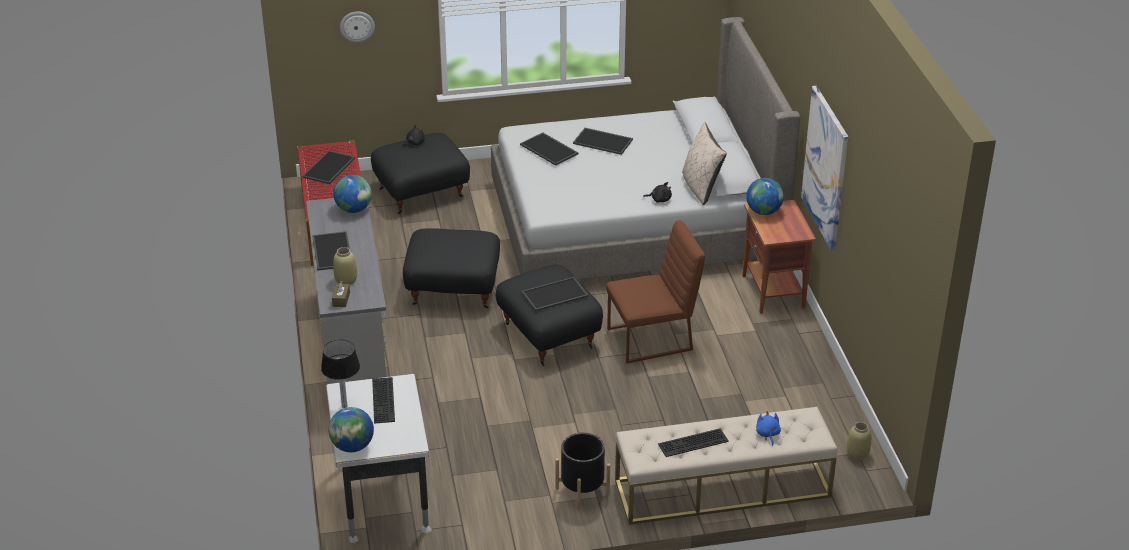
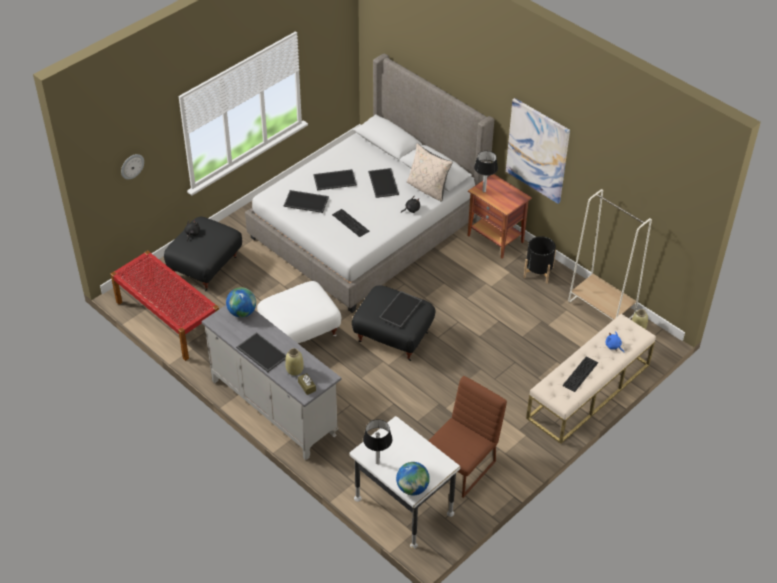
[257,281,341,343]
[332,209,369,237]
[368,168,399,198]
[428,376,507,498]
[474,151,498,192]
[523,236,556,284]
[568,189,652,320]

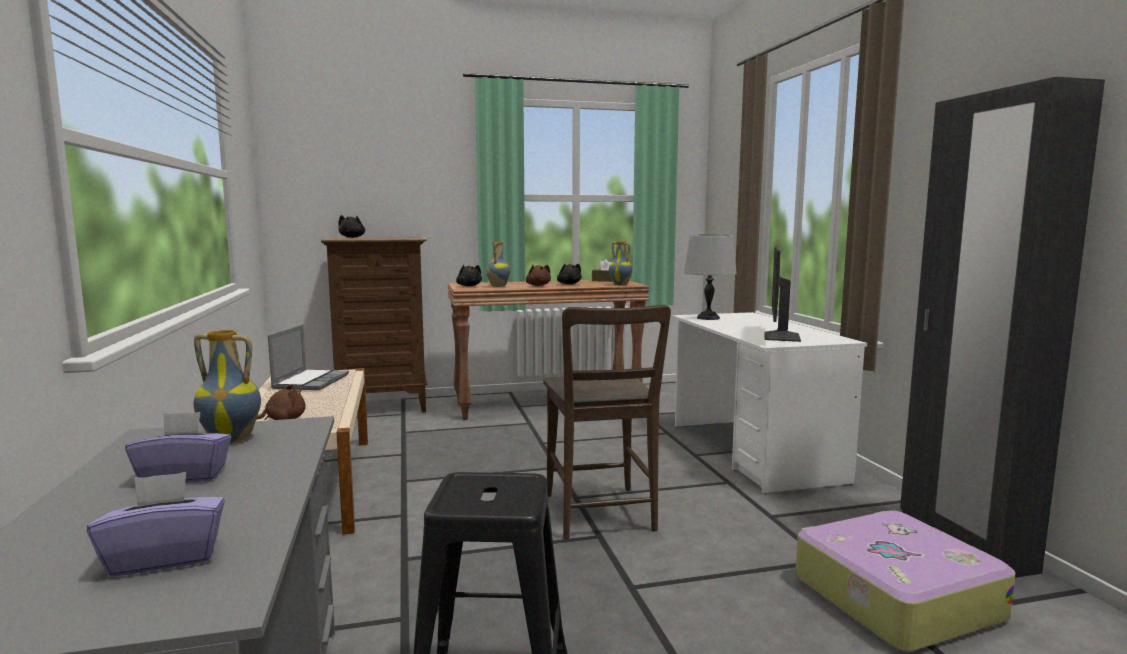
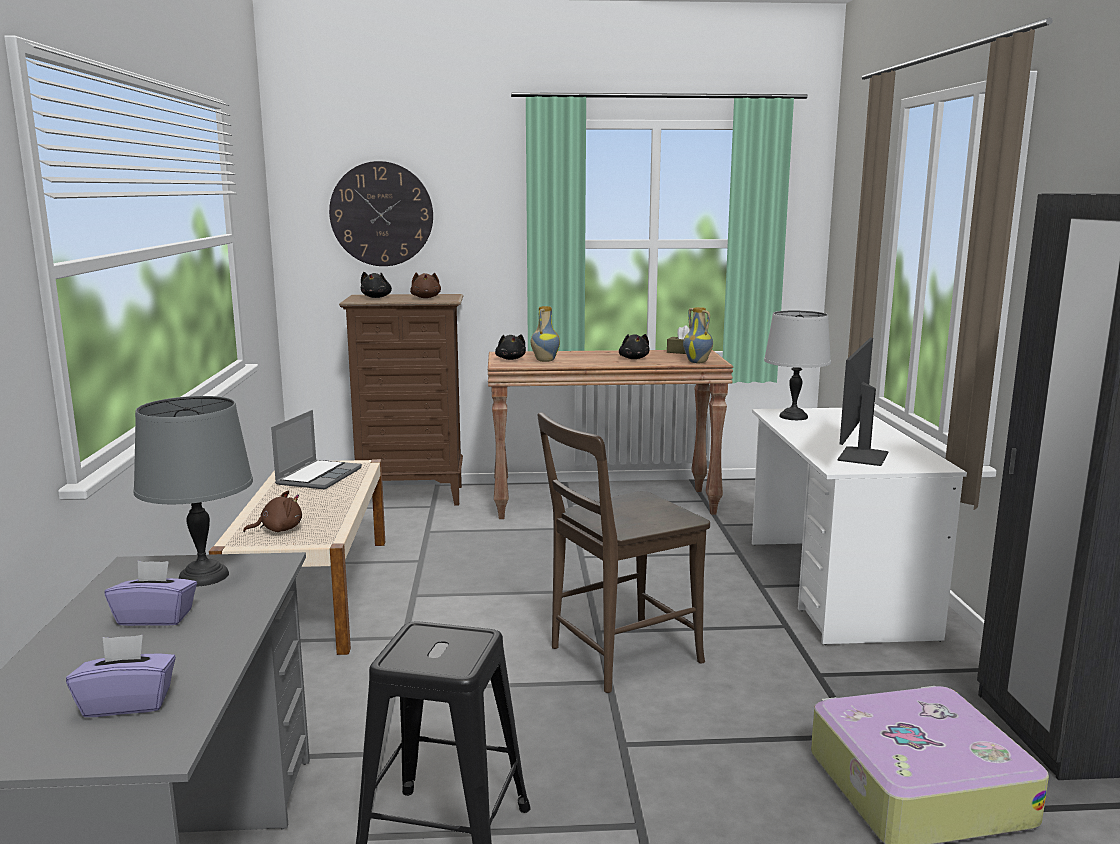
[133,396,253,587]
[329,161,433,266]
[410,272,441,298]
[537,412,710,693]

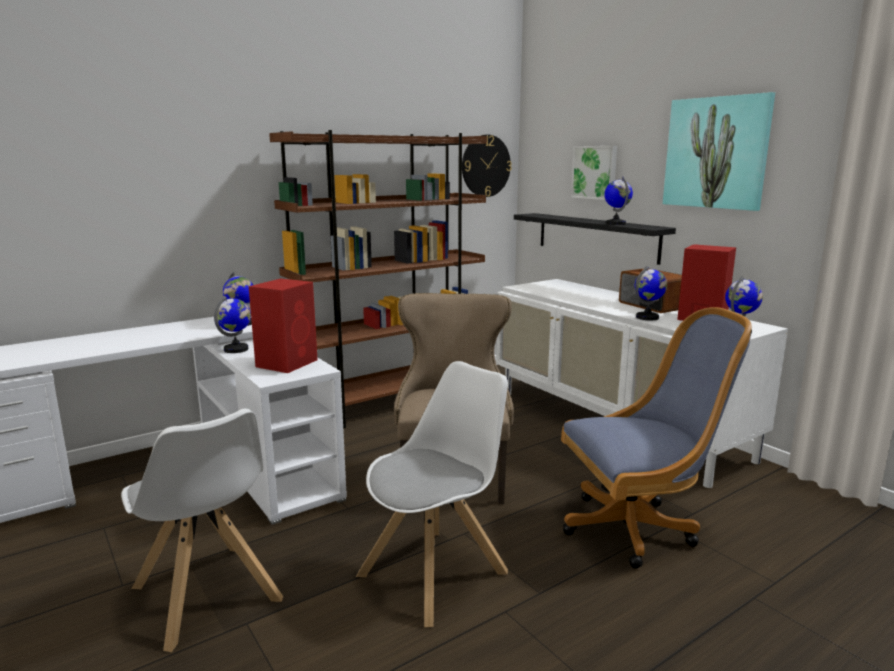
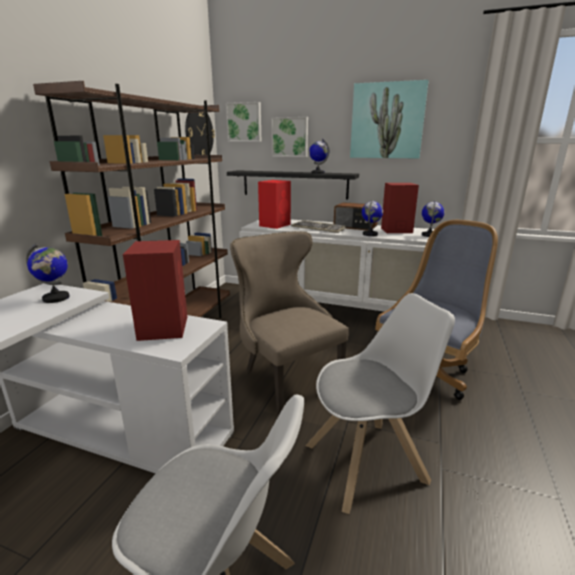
[226,102,261,142]
[258,180,291,229]
[291,220,346,233]
[306,293,455,514]
[214,296,251,353] (first image)

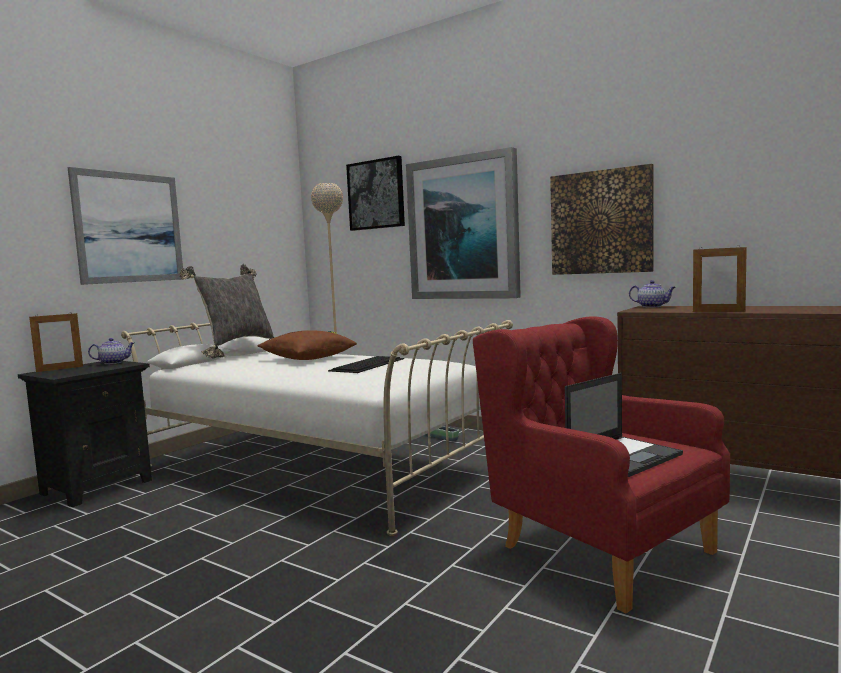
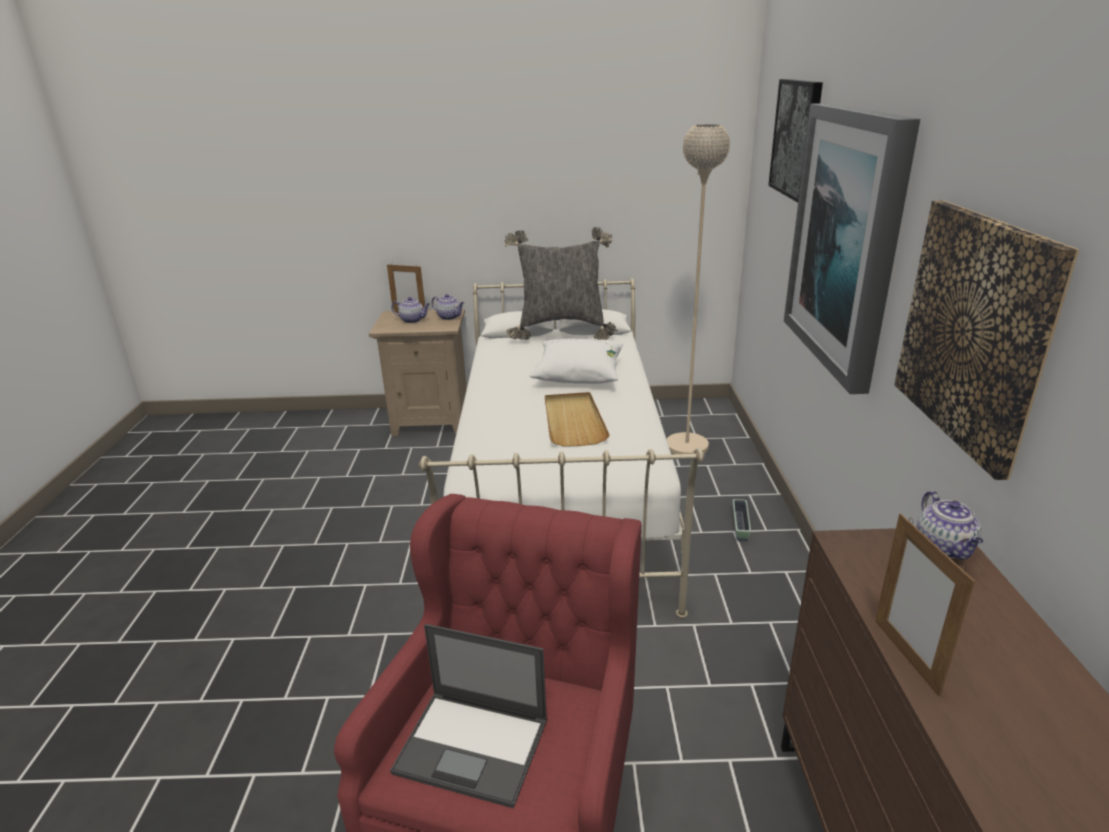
[369,309,467,436]
[391,297,430,323]
[530,338,623,384]
[545,392,610,447]
[68,167,183,285] (first image)

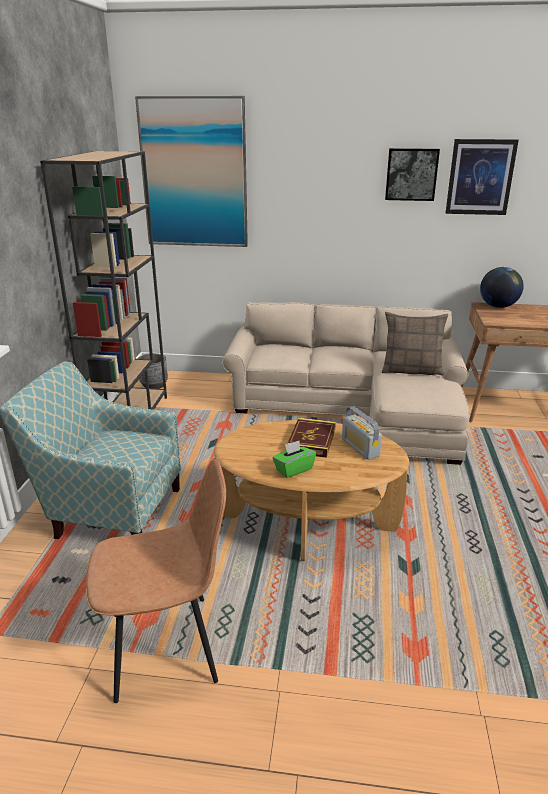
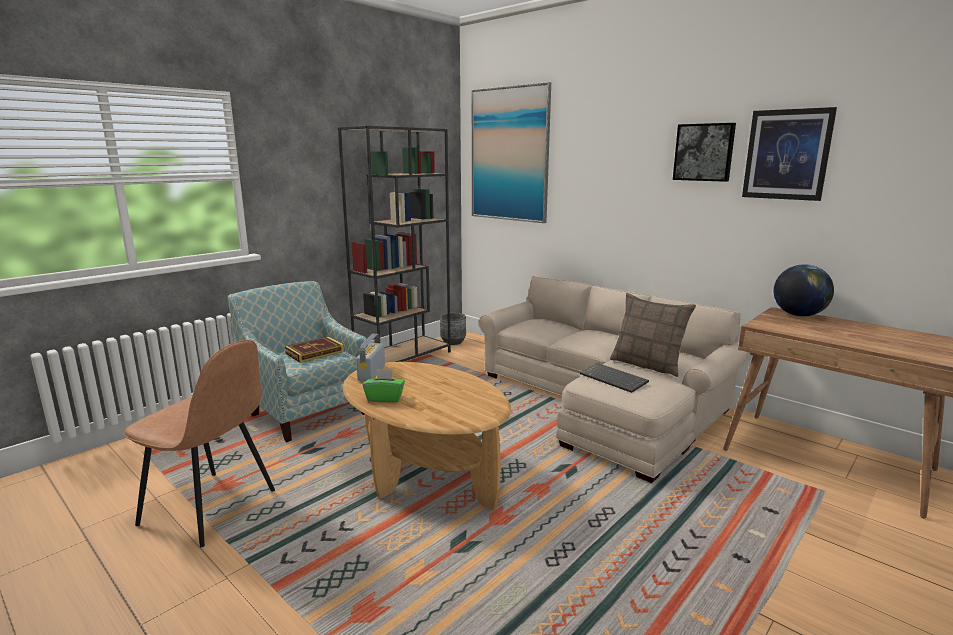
[285,336,344,363]
[356,334,385,381]
[580,363,649,393]

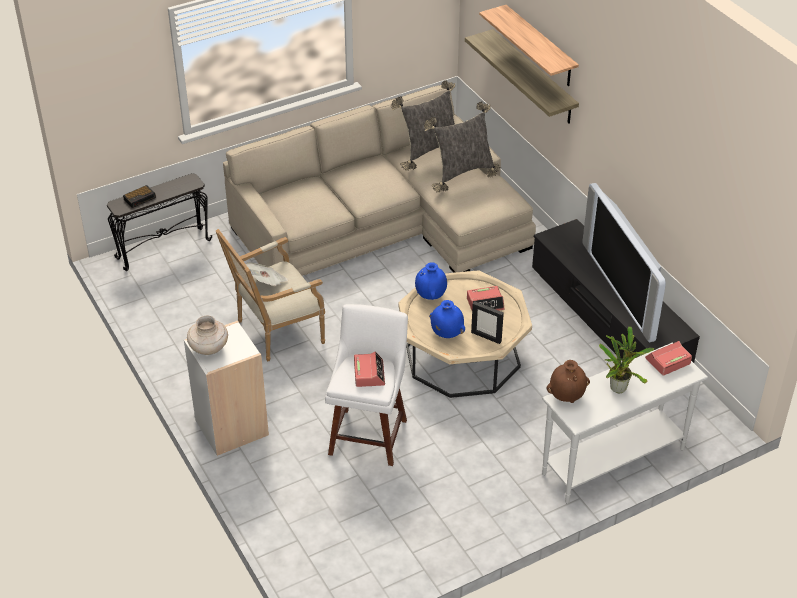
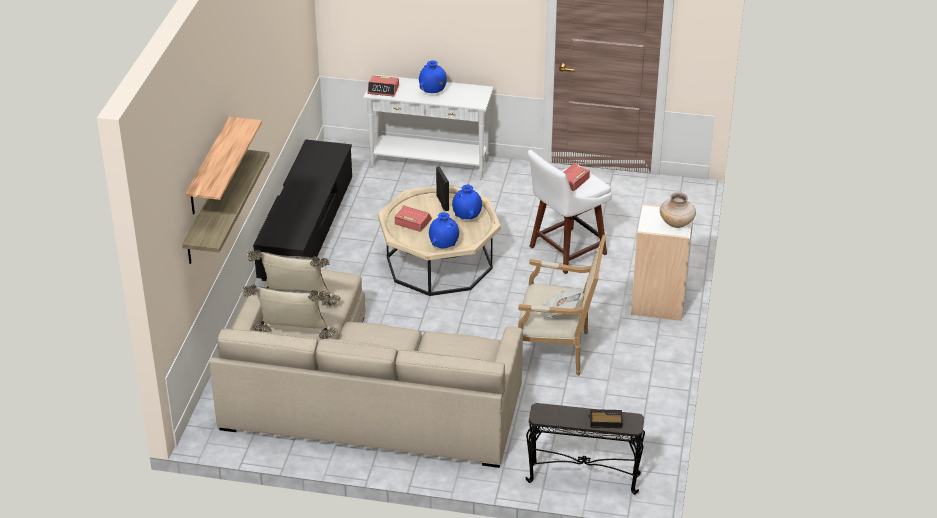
[419,60,447,93]
[546,360,590,403] (first image)
[582,183,666,342] (first image)

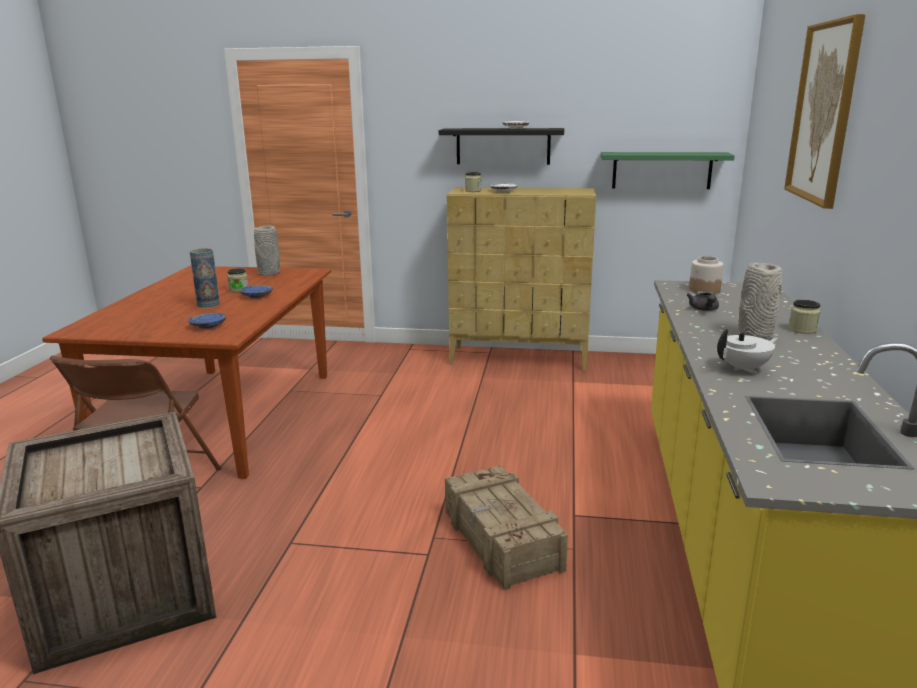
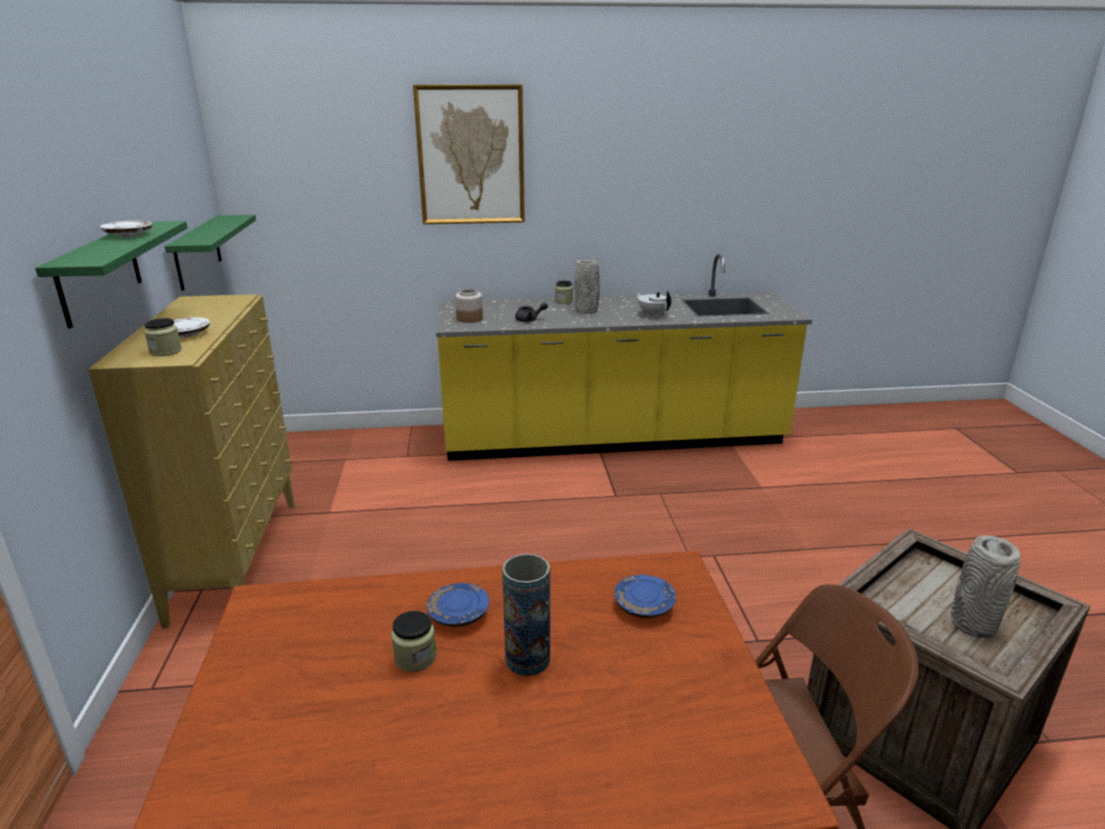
[35,221,187,329]
[951,535,1021,638]
[445,466,568,590] (first image)

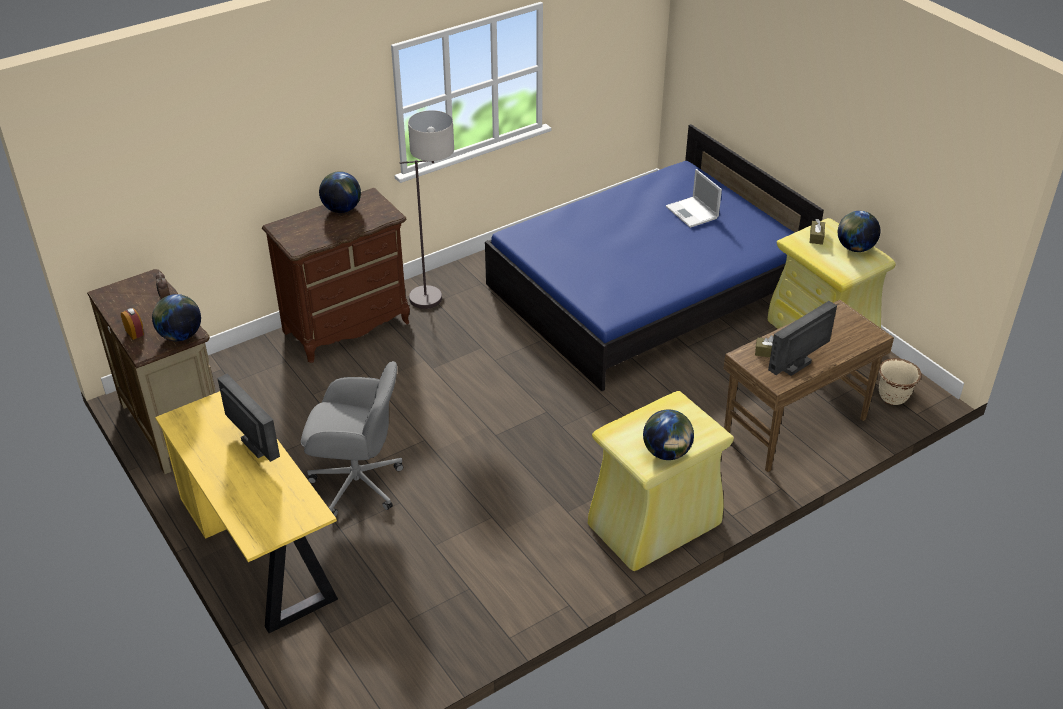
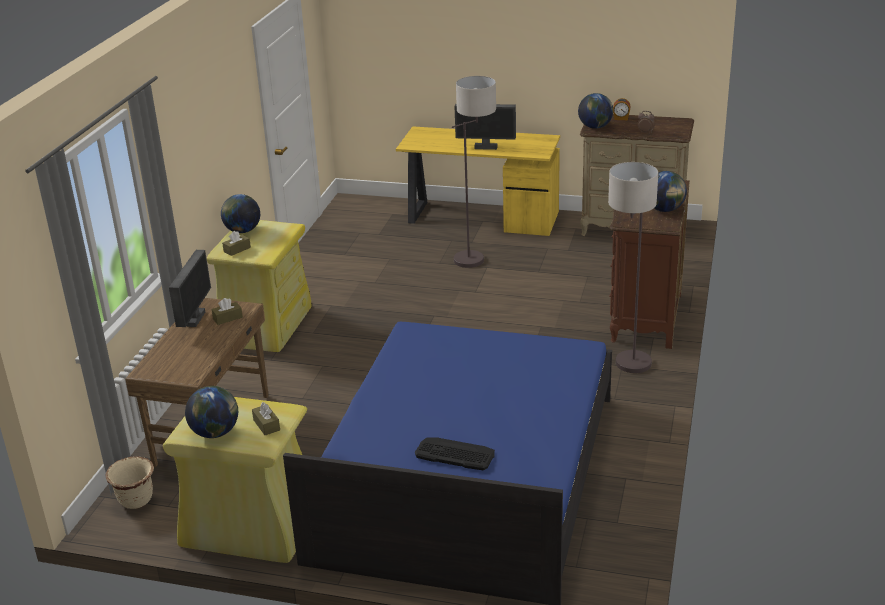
[222,231,251,256]
[415,437,495,471]
[452,76,496,268]

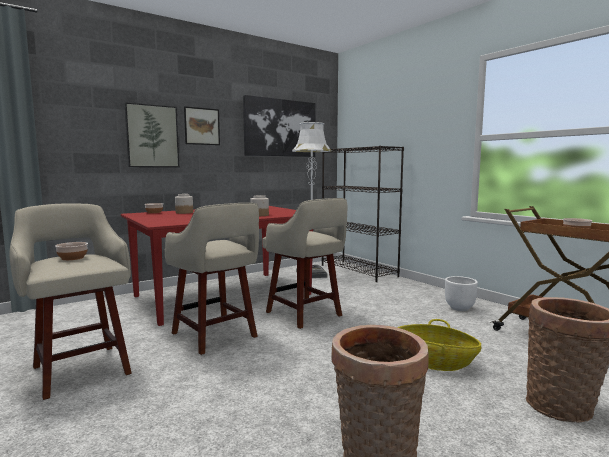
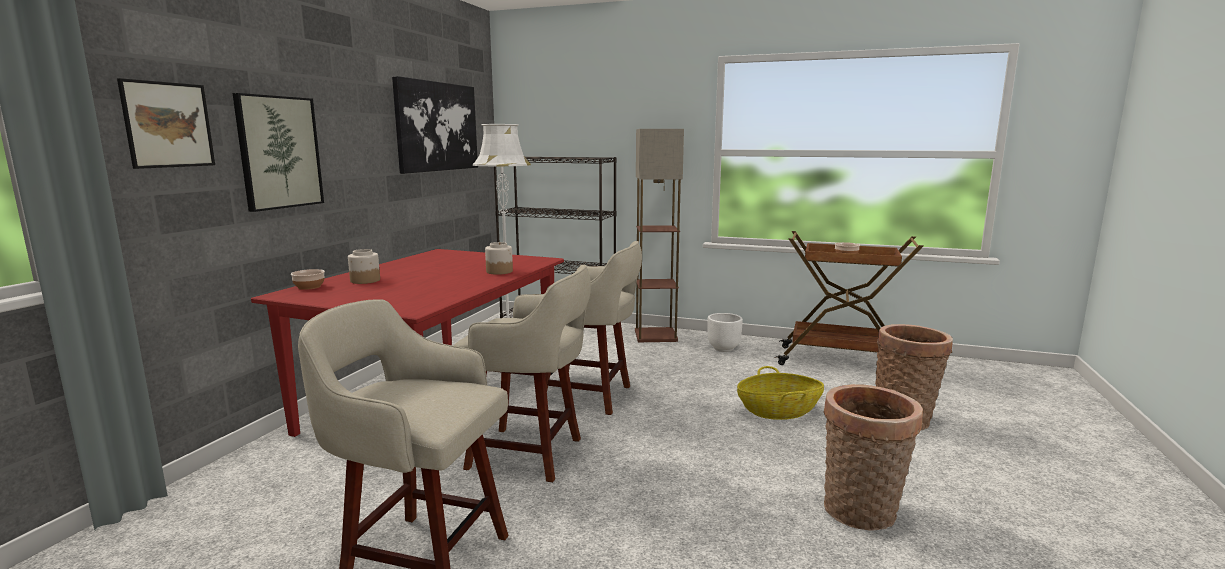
[117,78,215,169]
[635,129,684,342]
[55,242,88,260] (first image)

